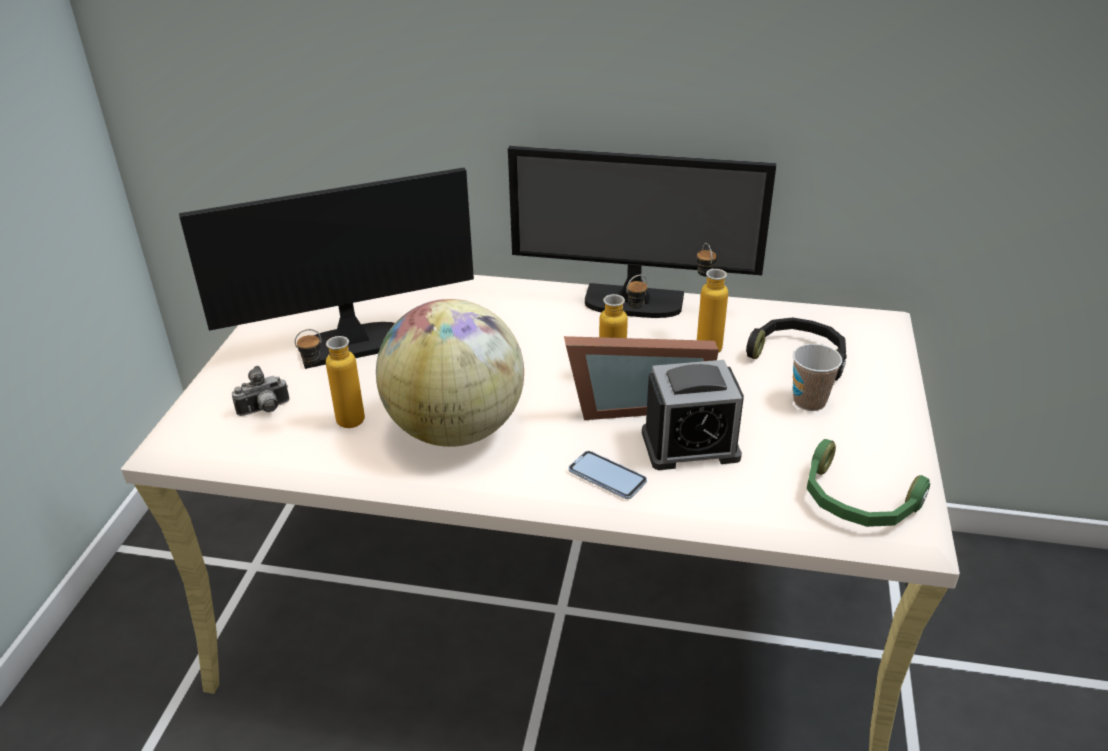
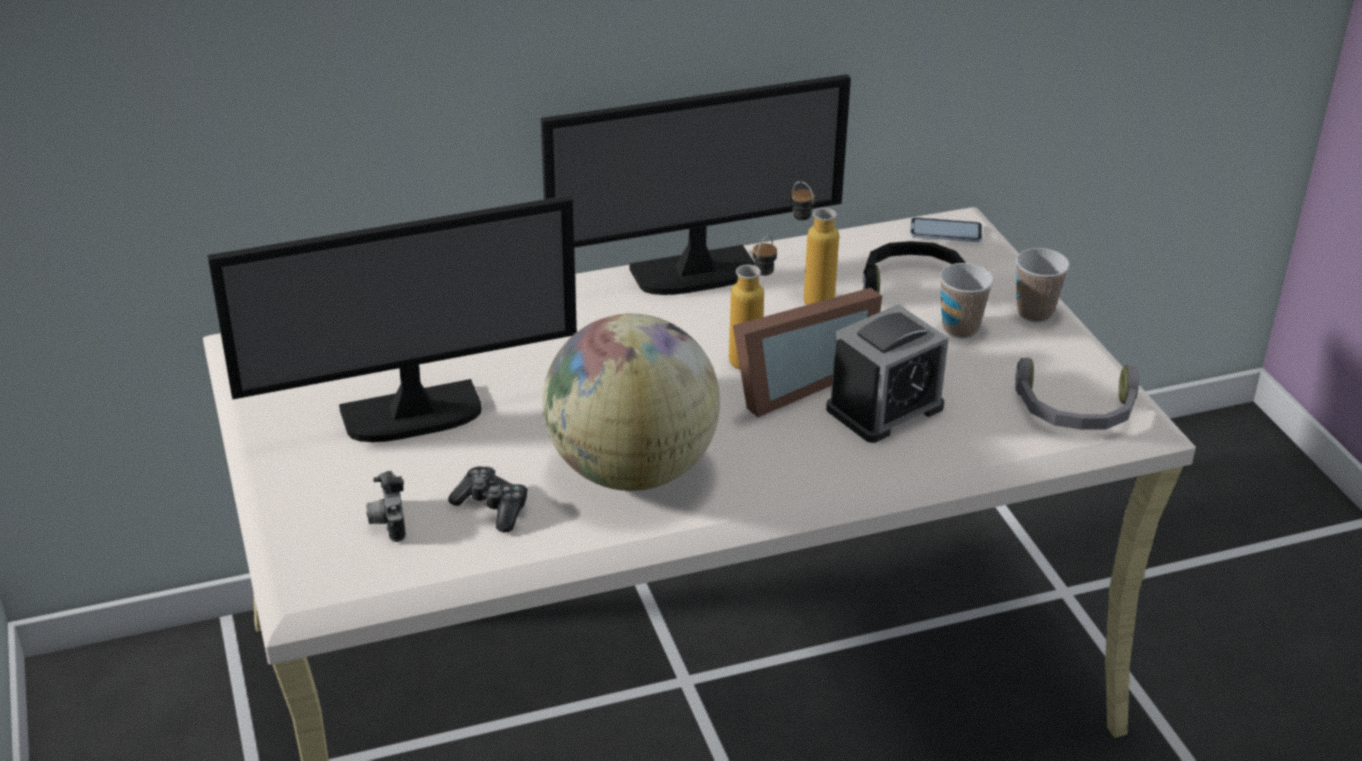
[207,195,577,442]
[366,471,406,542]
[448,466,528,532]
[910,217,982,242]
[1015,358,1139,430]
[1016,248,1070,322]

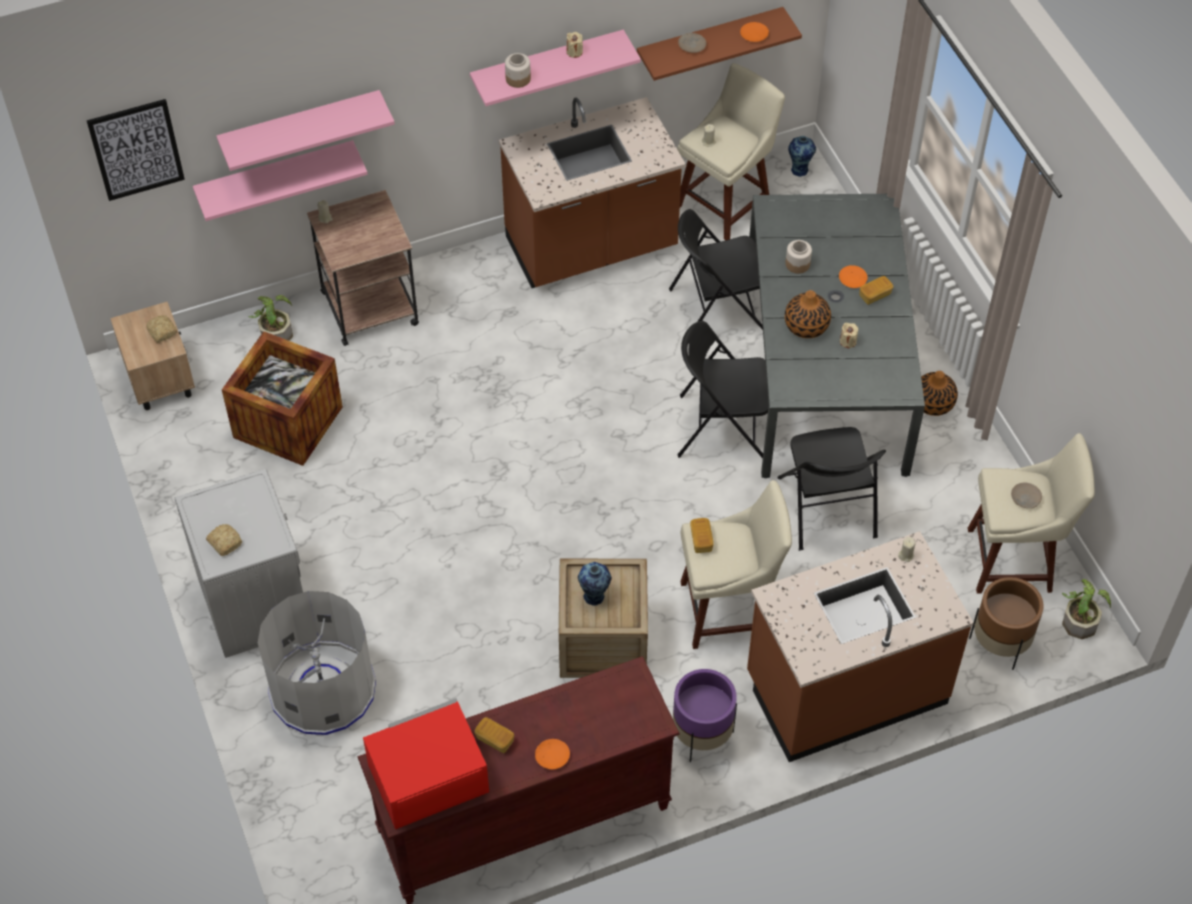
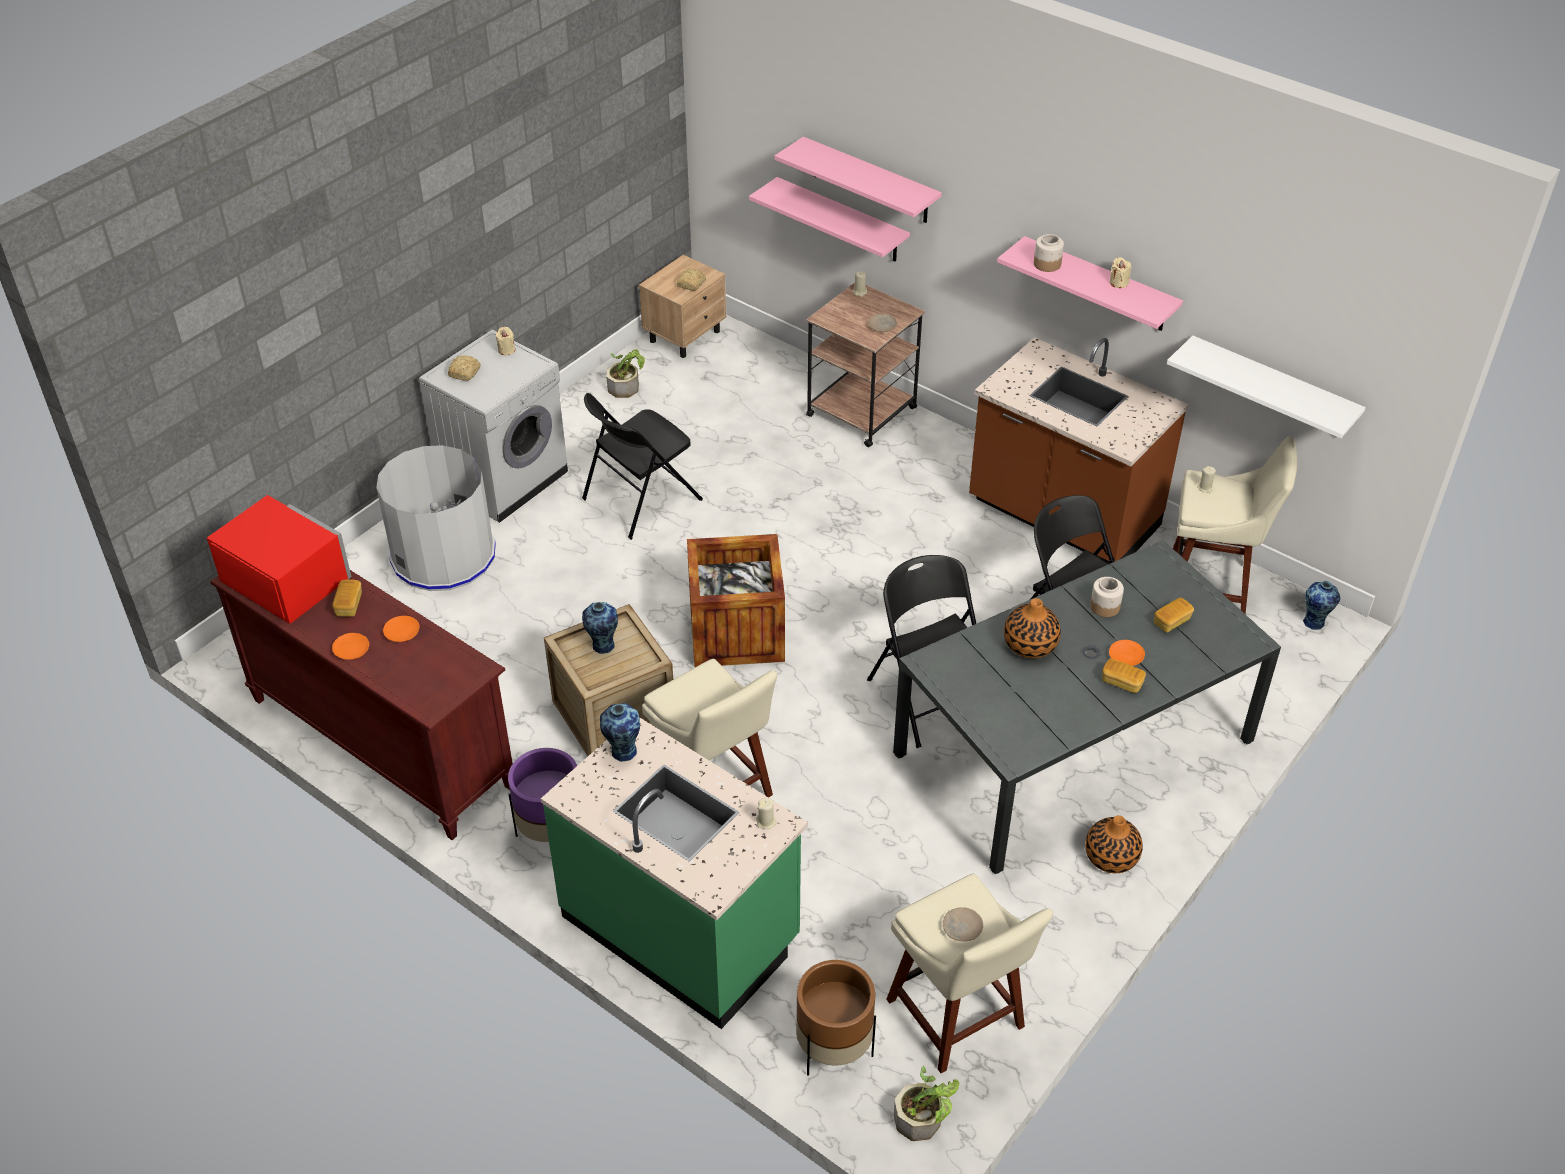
[383,616,420,642]
[495,327,515,355]
[541,717,808,1029]
[582,393,703,540]
[600,703,640,762]
[606,349,645,398]
[687,534,785,667]
[868,314,897,332]
[1154,598,1194,633]
[1167,336,1366,438]
[87,99,185,201] (first image)

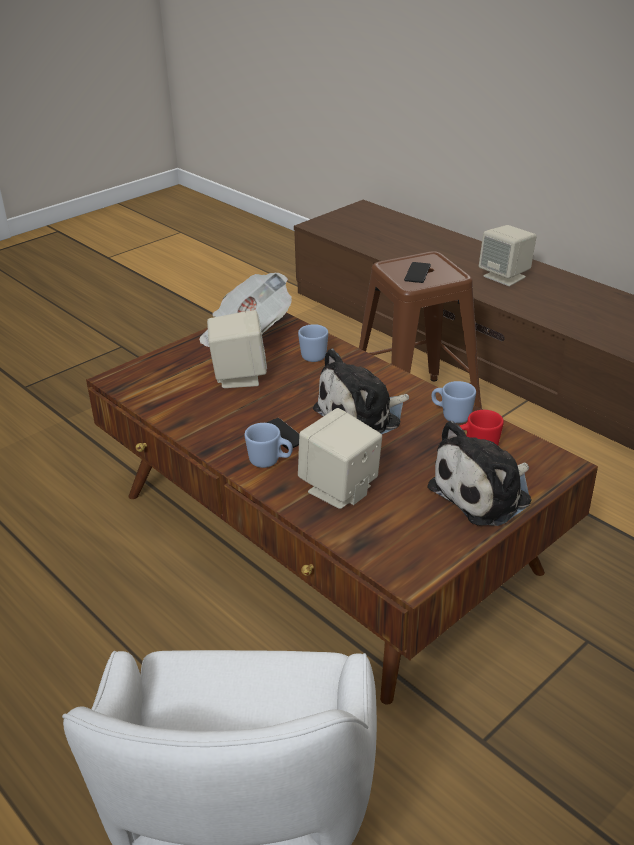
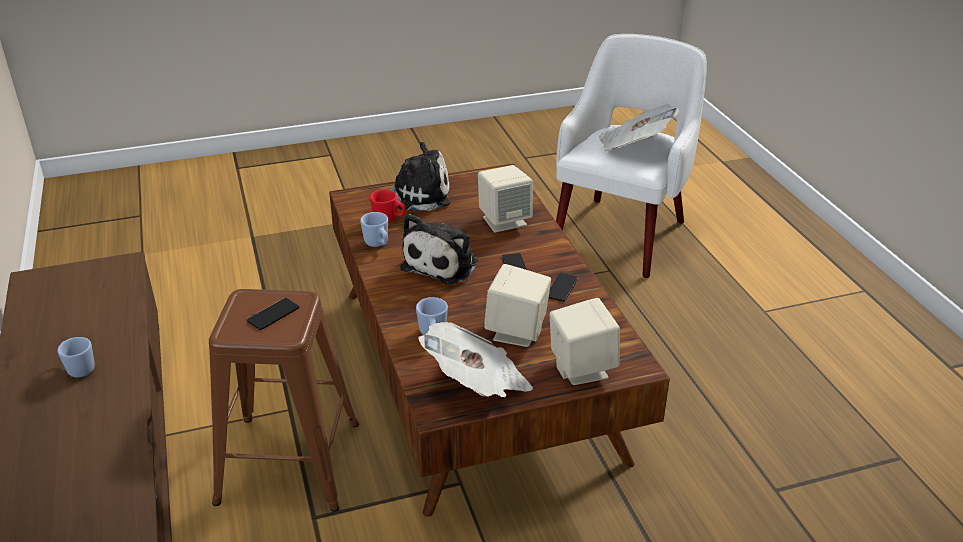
[57,337,95,377]
[400,214,478,284]
[549,273,578,302]
[550,298,620,385]
[599,104,679,151]

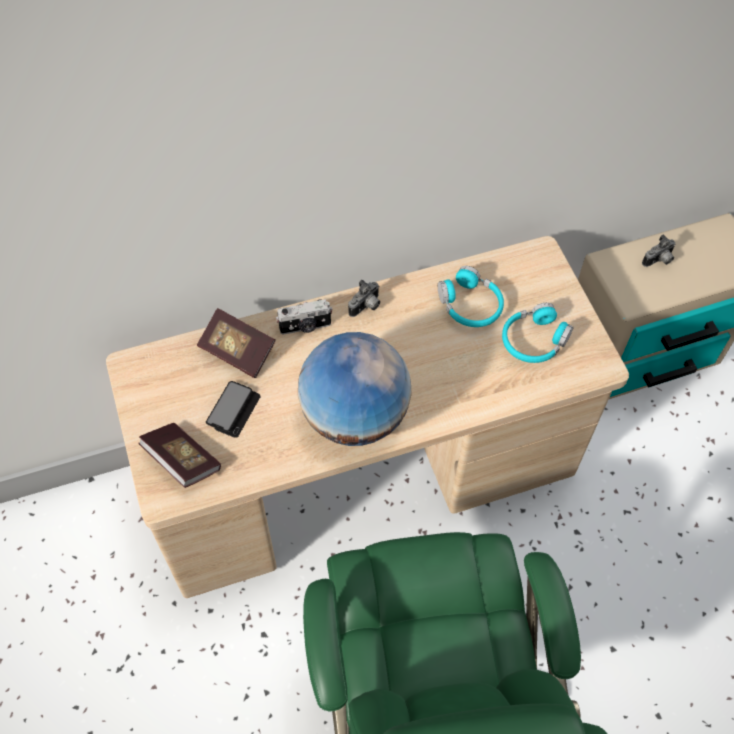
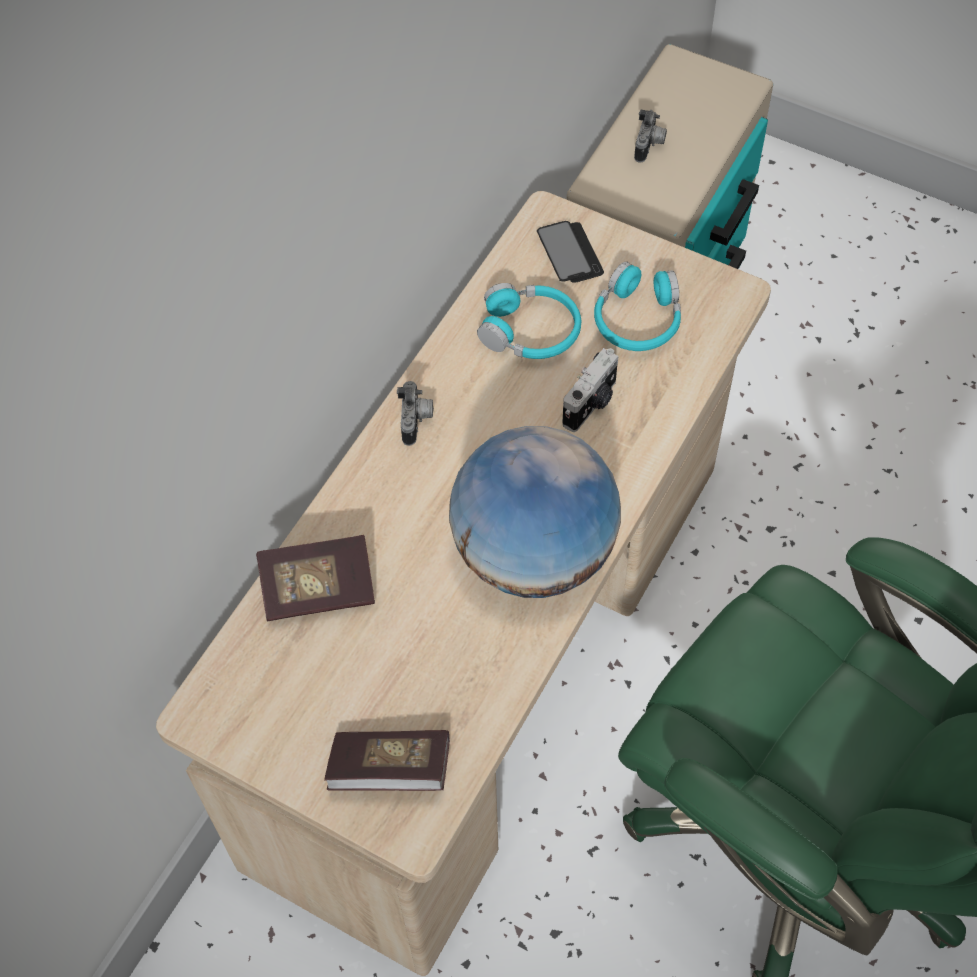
[537,221,604,283]
[562,348,618,432]

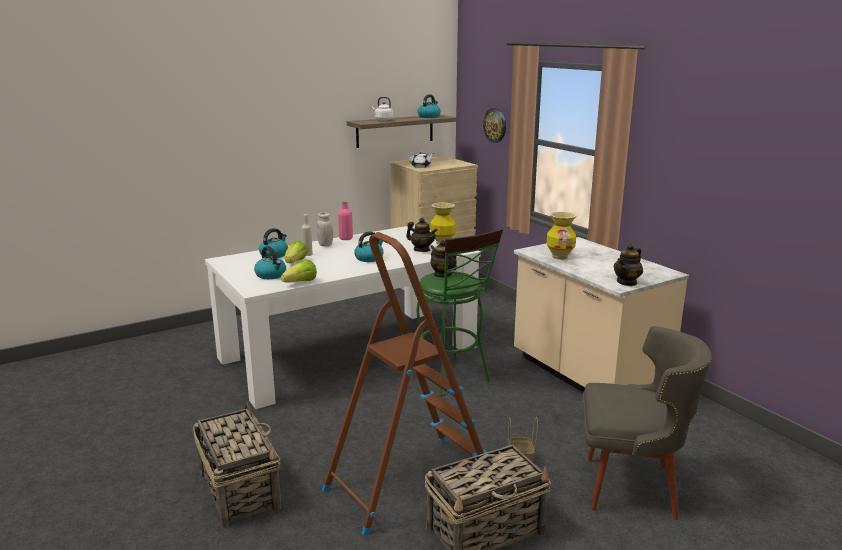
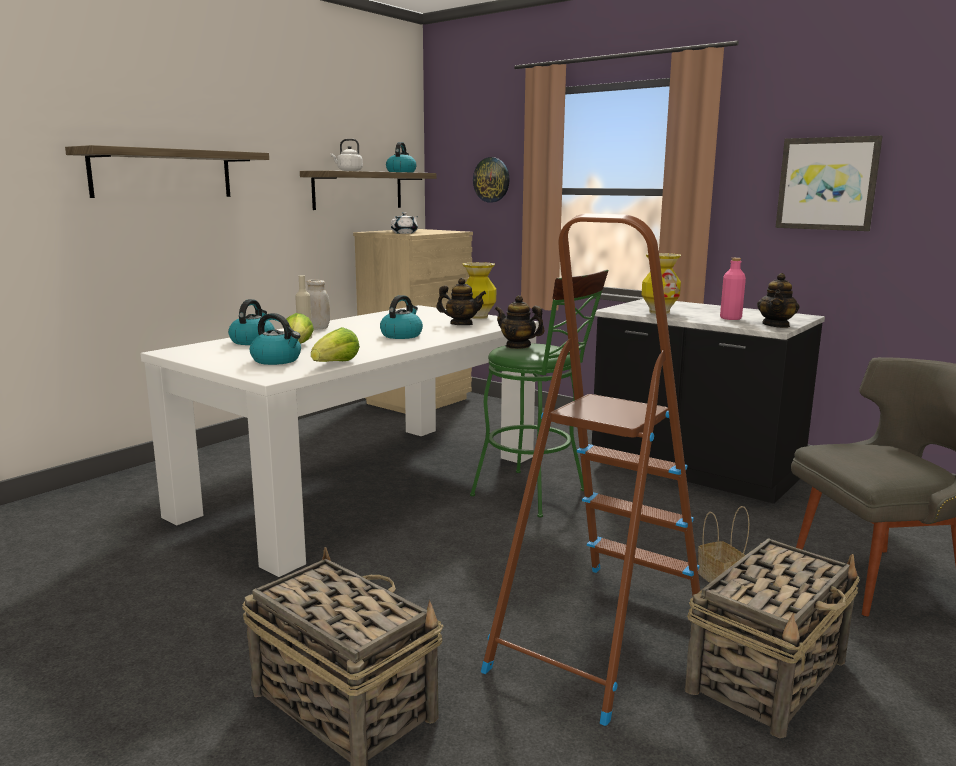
[65,145,269,198]
[592,299,825,504]
[720,258,746,320]
[776,136,882,231]

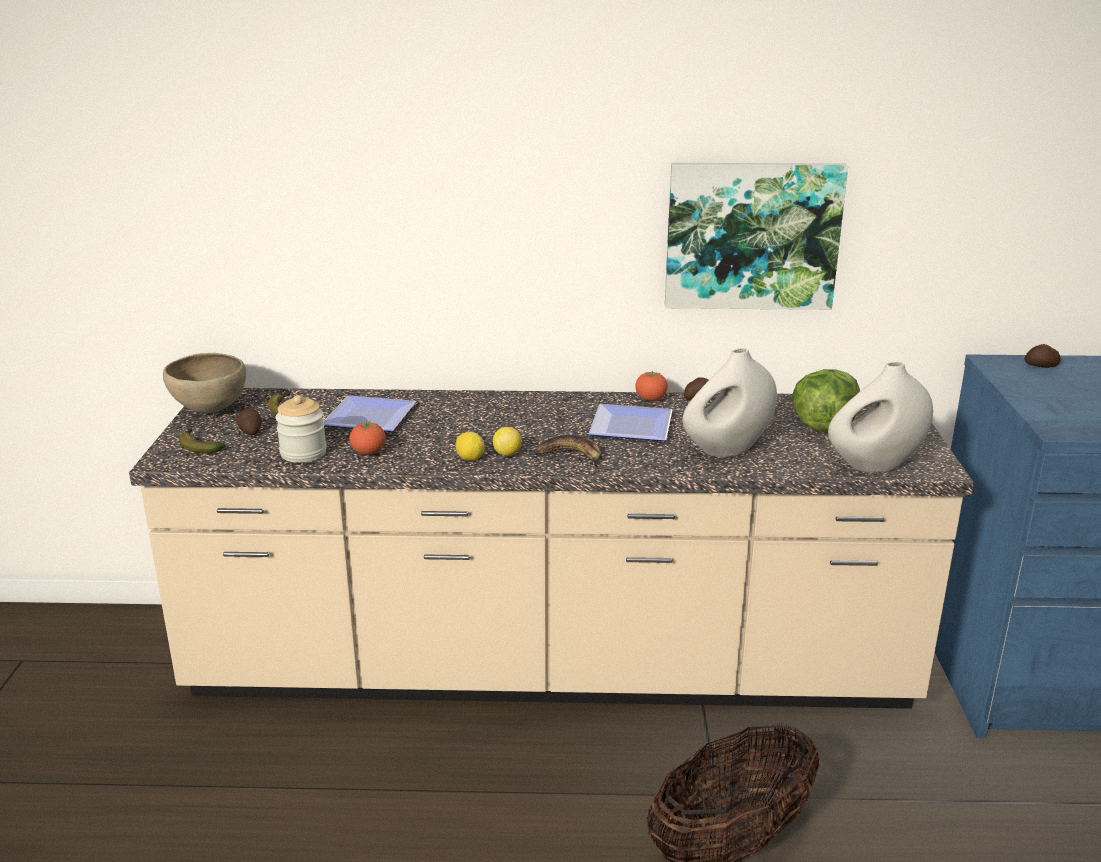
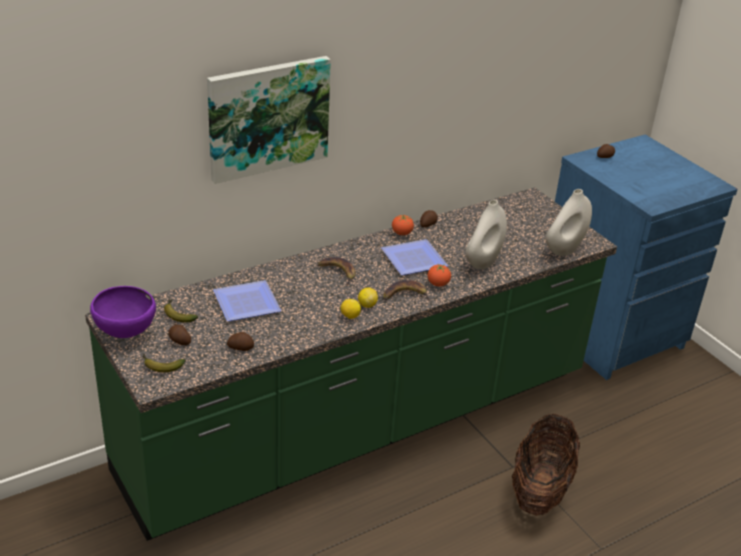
[85,187,617,541]
[90,286,156,338]
[207,56,331,184]
[227,332,254,351]
[317,257,356,286]
[427,264,451,287]
[792,369,860,432] (first image)

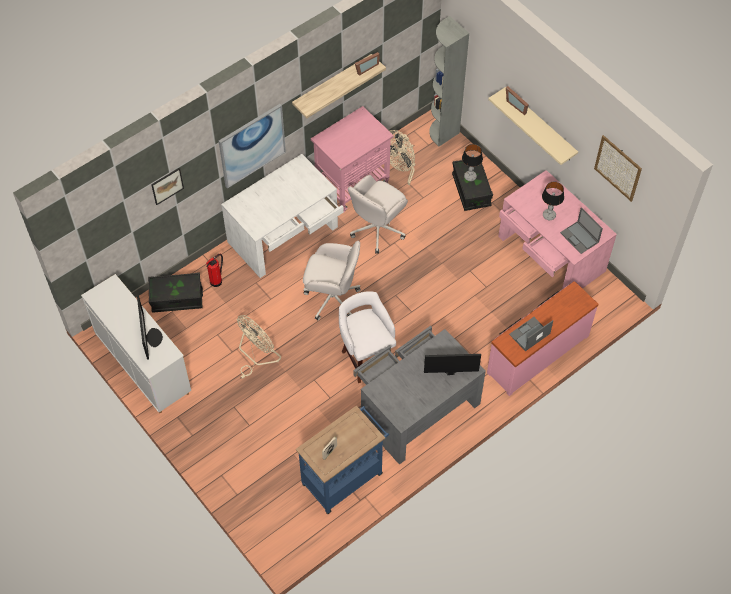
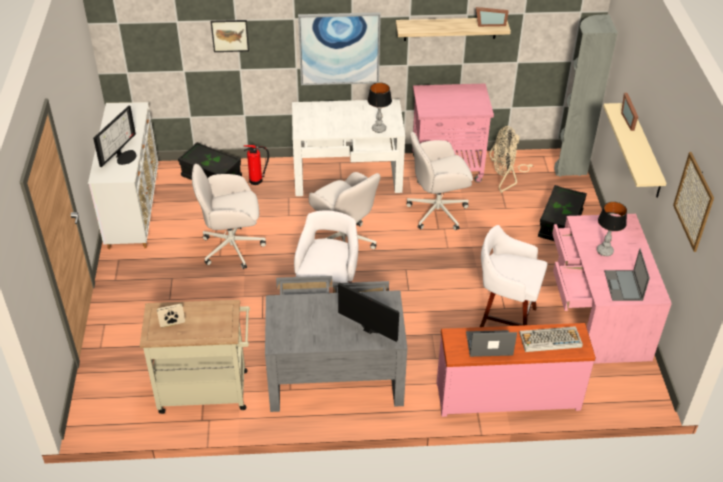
[140,300,250,414]
[192,164,266,269]
[368,83,392,133]
[480,225,547,327]
[519,326,583,352]

